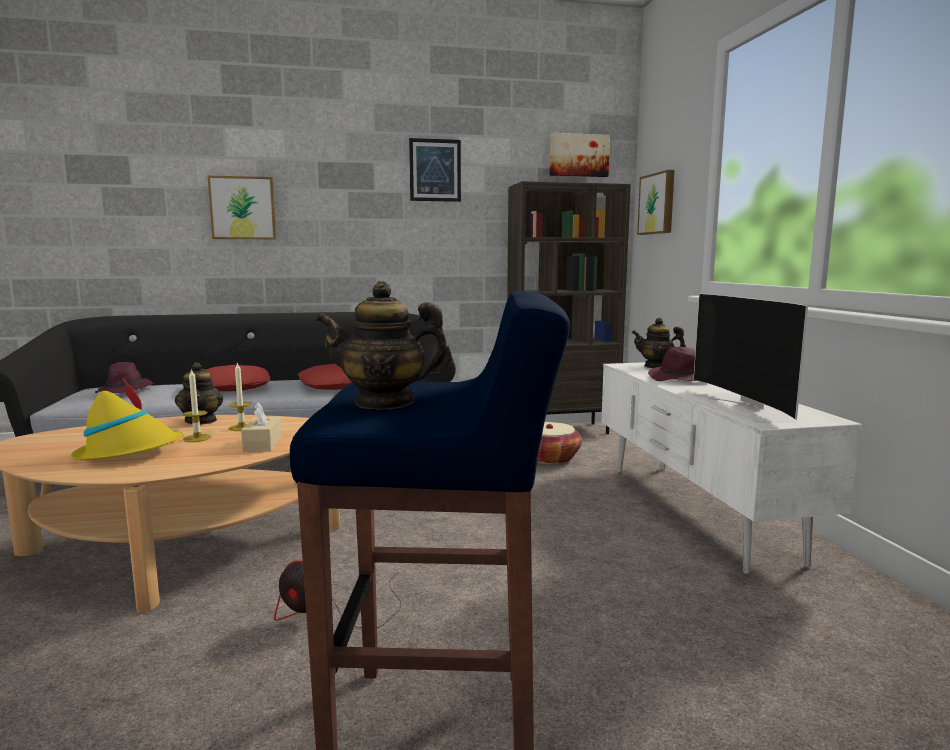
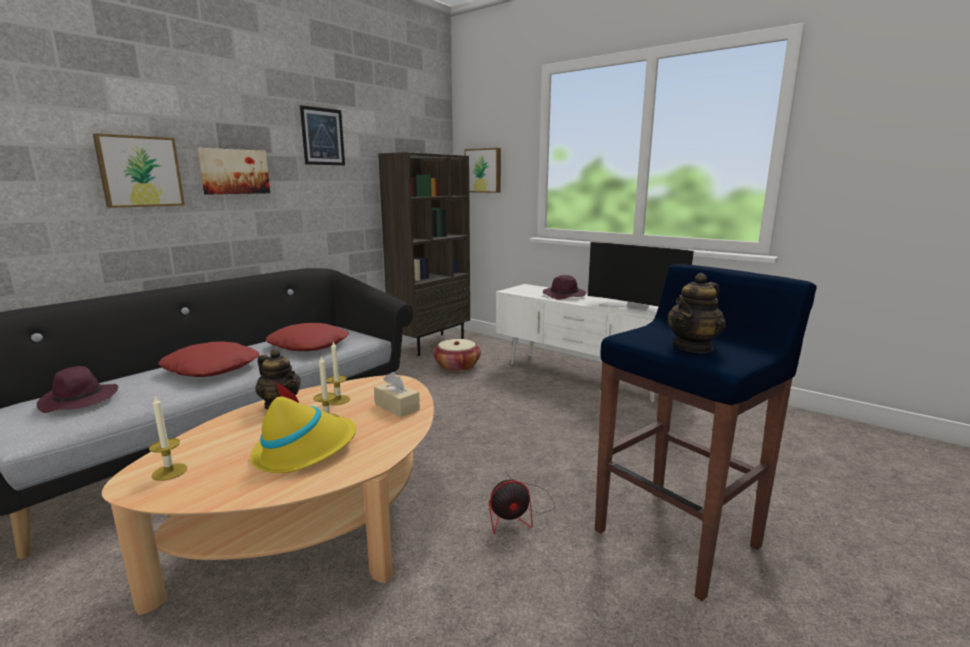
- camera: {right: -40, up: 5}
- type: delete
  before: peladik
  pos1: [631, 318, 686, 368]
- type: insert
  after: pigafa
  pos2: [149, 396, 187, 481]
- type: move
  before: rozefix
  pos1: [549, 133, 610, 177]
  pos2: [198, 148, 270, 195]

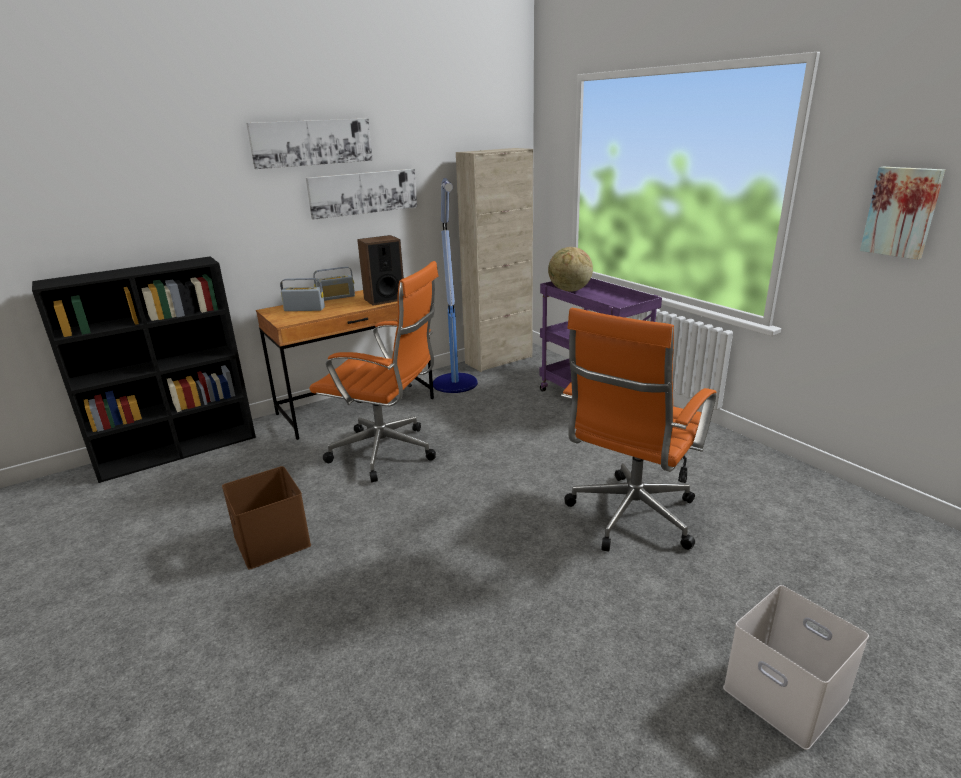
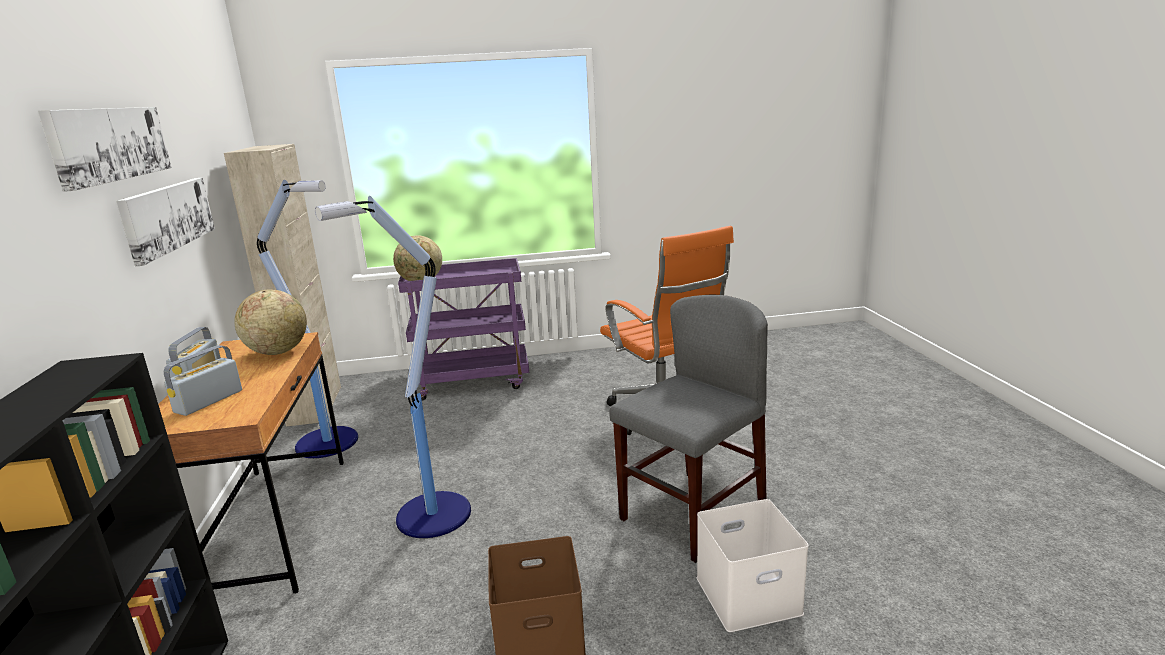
- camera: {right: -65, up: -5}
- type: delete
  before: rozefix
  pos1: [860, 167, 945, 260]
- type: insert
  after: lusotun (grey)
  pos2: [609, 295, 768, 563]
- type: move
  before: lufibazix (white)
  pos1: [723, 585, 869, 750]
  pos2: [697, 499, 809, 632]
- type: replace
  before: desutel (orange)
  after: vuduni
  pos1: [309, 261, 439, 482]
  pos2: [315, 196, 471, 538]
- type: replace
  before: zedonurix
  after: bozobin
  pos1: [357, 235, 404, 305]
  pos2: [235, 289, 307, 355]

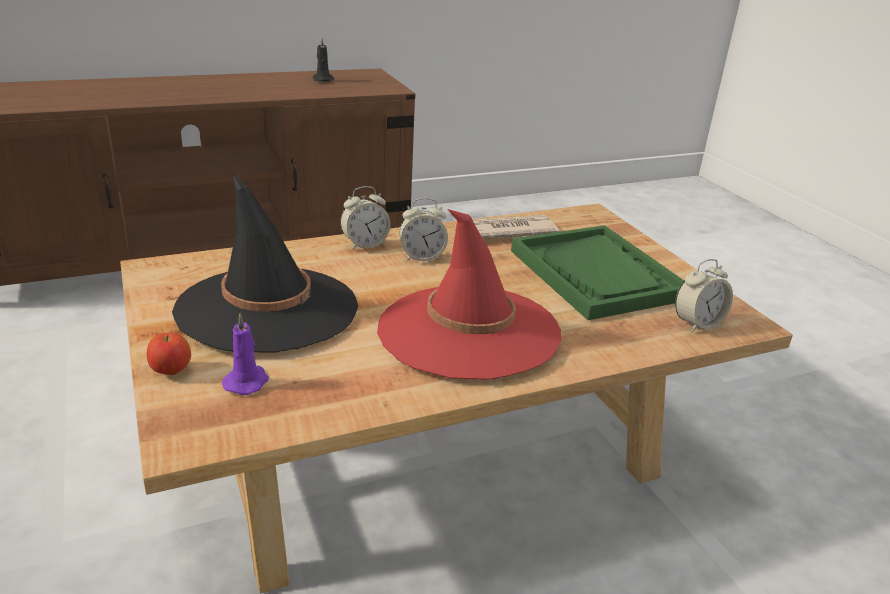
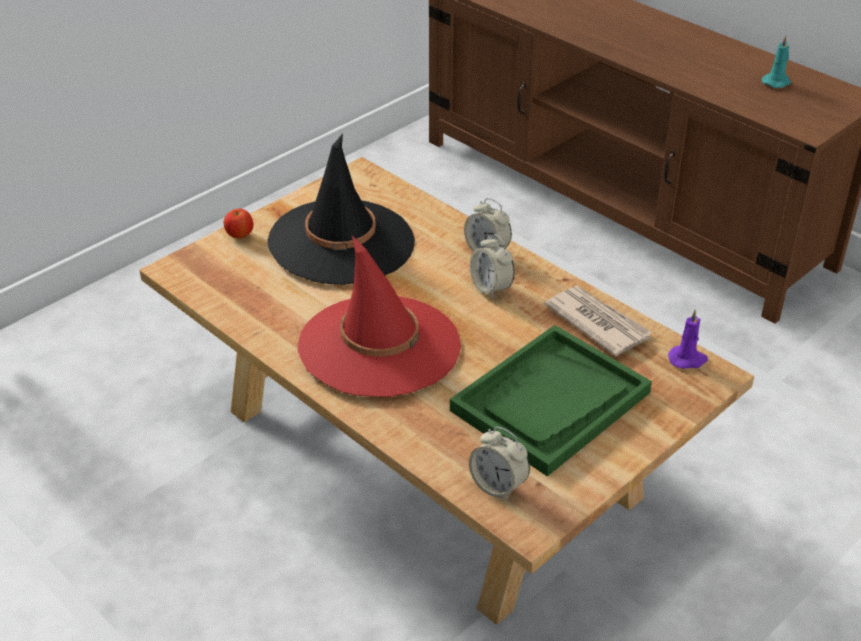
- camera: {right: 70, up: 10}
- type: move
  before: pigafa (purple)
  pos1: [222, 313, 269, 395]
  pos2: [668, 309, 708, 369]
- type: recolor
  before: pigafa (black)
  after: pigafa (turquoise)
  pos1: [313, 38, 334, 82]
  pos2: [762, 35, 791, 88]

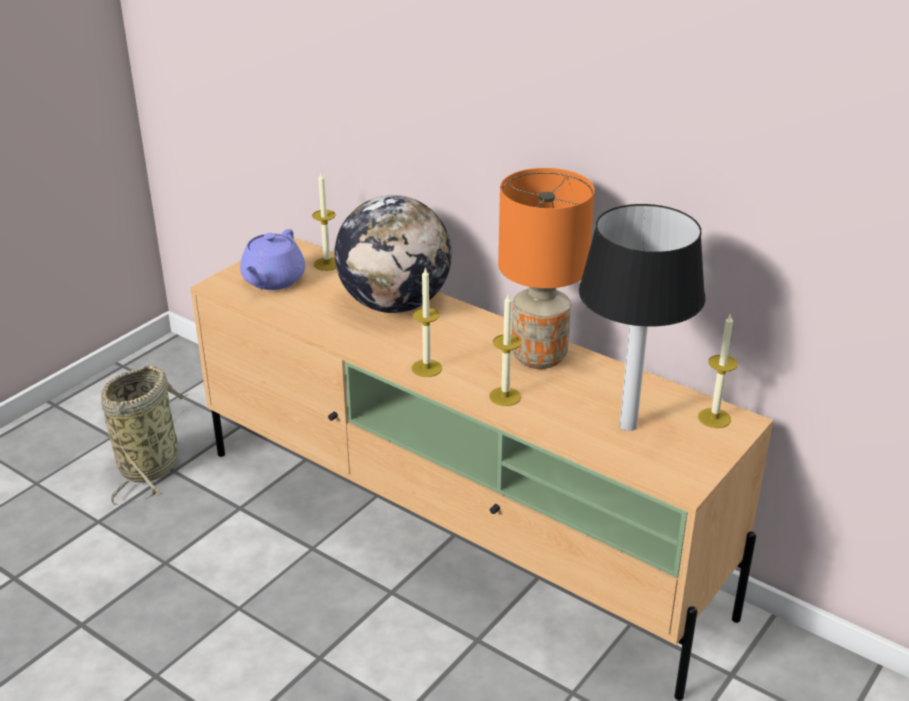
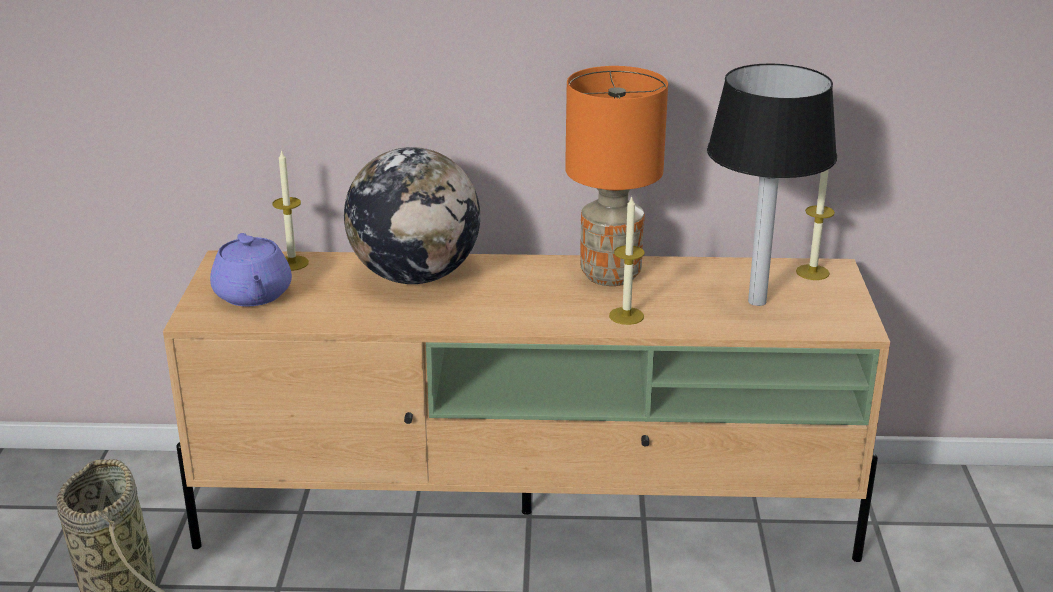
- camera: {right: -35, up: -5}
- type: delete
  before: pigafa
  pos1: [412, 268, 442, 377]

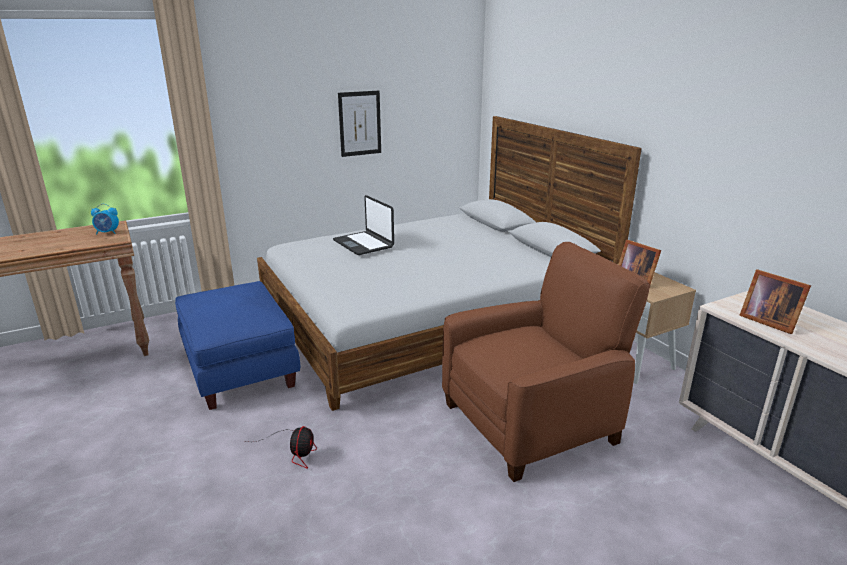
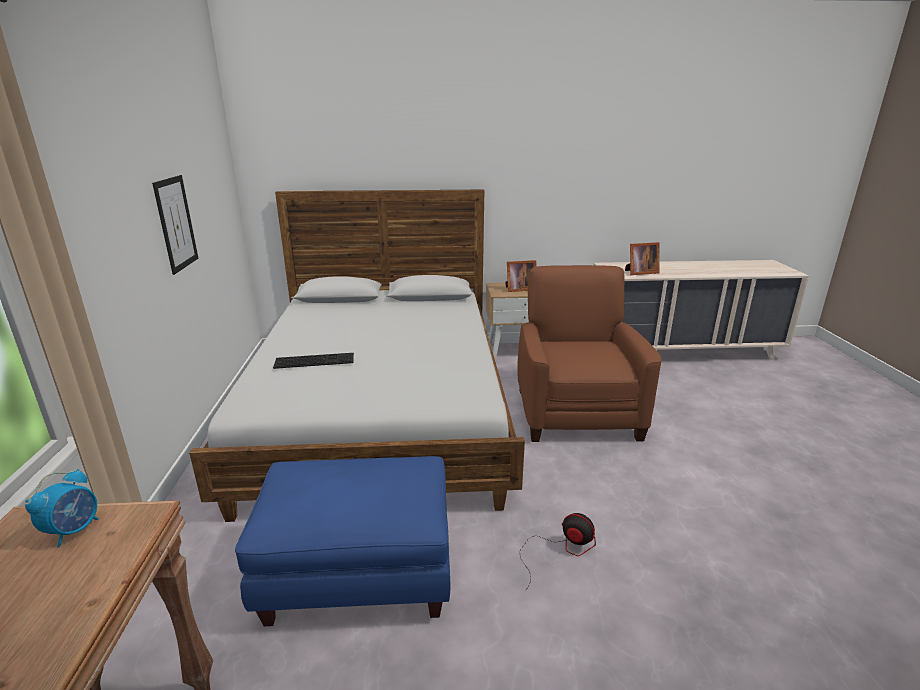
- camera: {right: -65, up: 0}
- type: replace
  before: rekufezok
  after: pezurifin
  pos1: [333, 195, 394, 255]
  pos2: [273, 353, 354, 369]

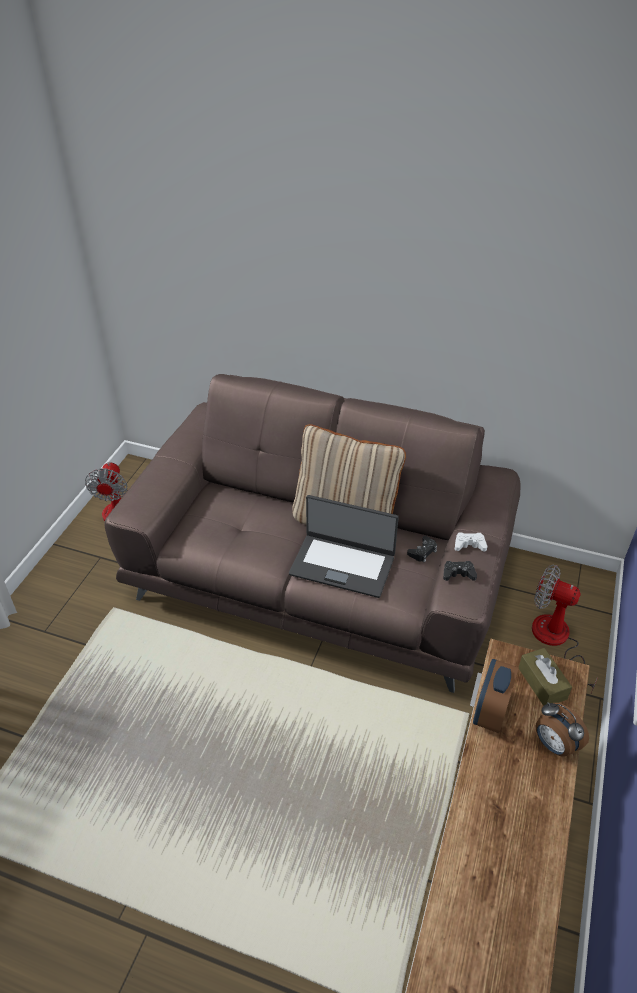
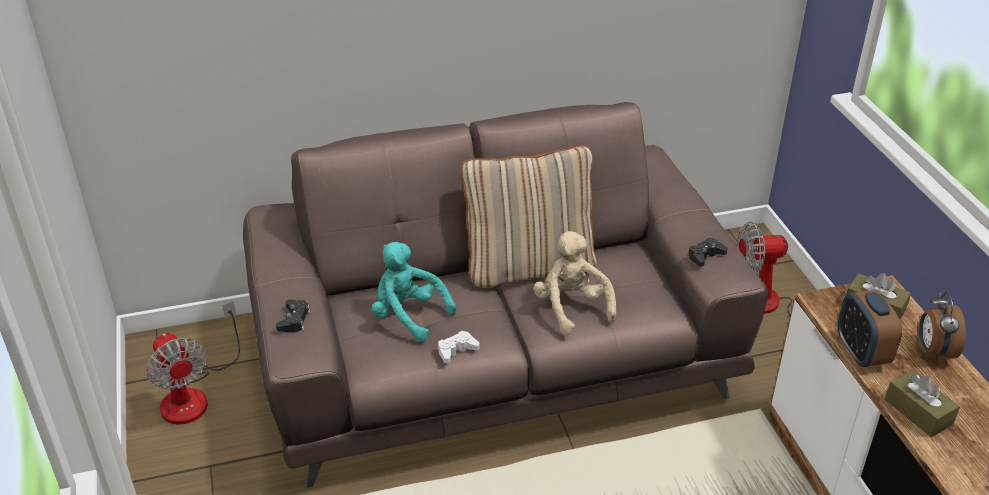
- camera: {right: -35, up: -5}
- type: insert
  after: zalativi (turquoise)
  pos2: [372, 242, 456, 342]
- type: insert
  after: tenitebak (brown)
  pos2: [885, 370, 960, 437]
- type: move
  before: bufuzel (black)
  pos1: [407, 536, 437, 562]
  pos2: [276, 300, 311, 333]
- type: move
  before: bufuzel (white)
  pos1: [455, 532, 487, 551]
  pos2: [438, 331, 479, 363]
- type: replace
  before: rekufezok
  after: zalativi (beige)
  pos1: [289, 495, 399, 598]
  pos2: [533, 231, 616, 335]
- type: rotate
  before: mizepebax
  pos1: [535, 702, 589, 757]
  pos2: [919, 292, 966, 361]
  turn: 75

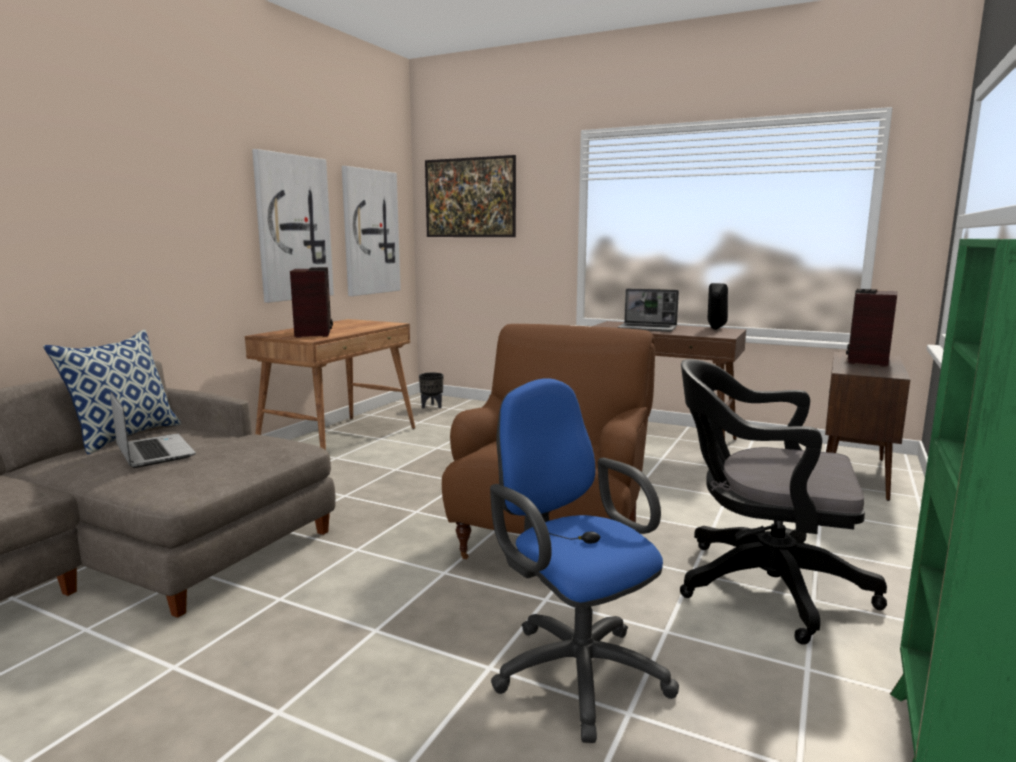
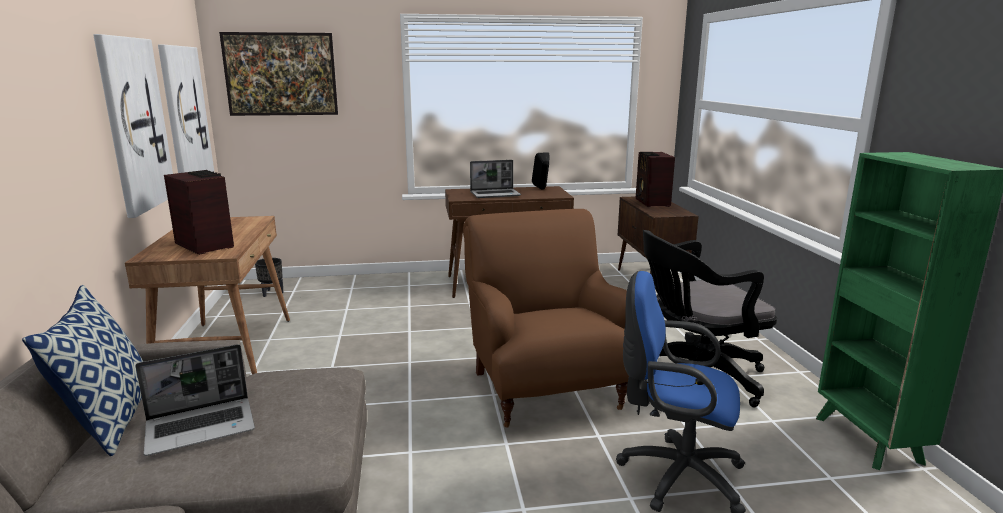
- camera: {right: -35, up: 5}
- type: rotate
  before: rekufezok
  pos1: [110, 392, 196, 468]
  pos2: [136, 344, 255, 456]
  turn: 135

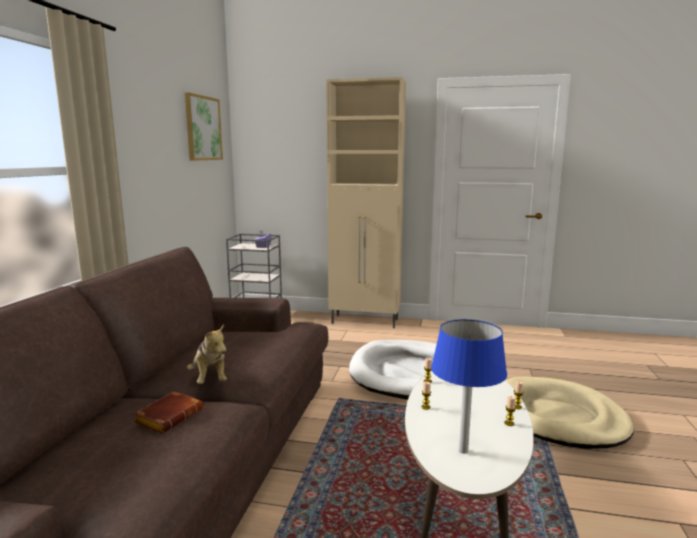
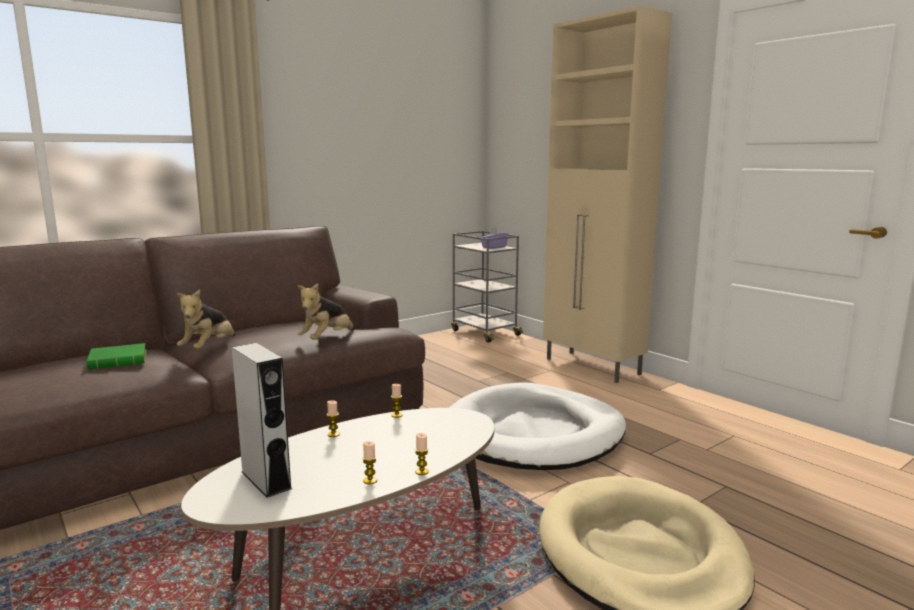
- camera: {right: 40, up: 0}
- type: delete
  before: rozefix
  pos1: [185, 92, 223, 161]
- type: insert
  after: zalativi
  pos2: [297, 283, 355, 340]
- type: replace
  before: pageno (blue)
  after: zedonurix (grey)
  pos1: [431, 319, 507, 454]
  pos2: [232, 343, 292, 498]
- type: recolor
  before: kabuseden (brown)
  after: kabuseden (green)
  pos1: [134, 391, 203, 434]
  pos2: [87, 343, 146, 369]

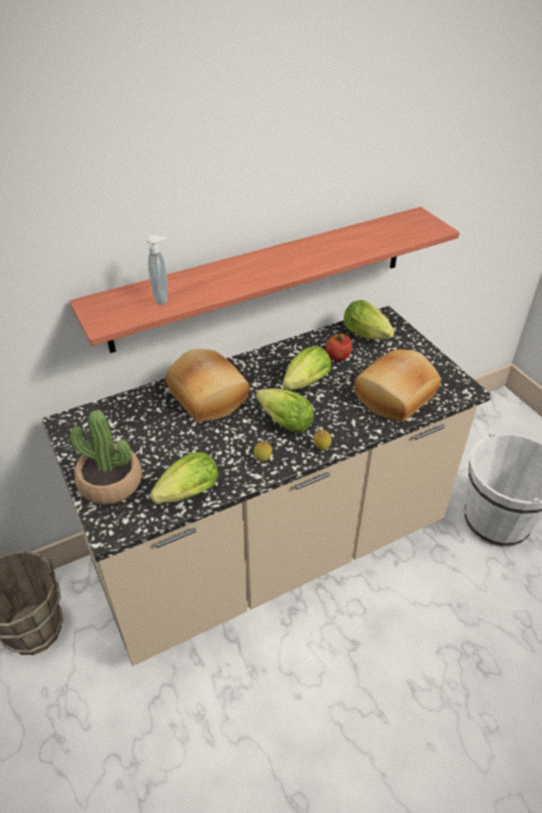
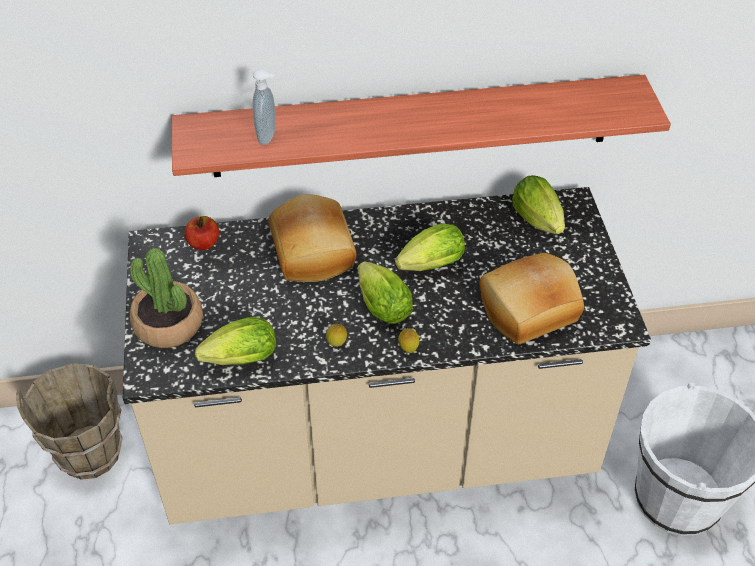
- camera: {right: 20, up: 5}
- type: move
  before: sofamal
  pos1: [326, 334, 352, 361]
  pos2: [184, 216, 219, 250]

